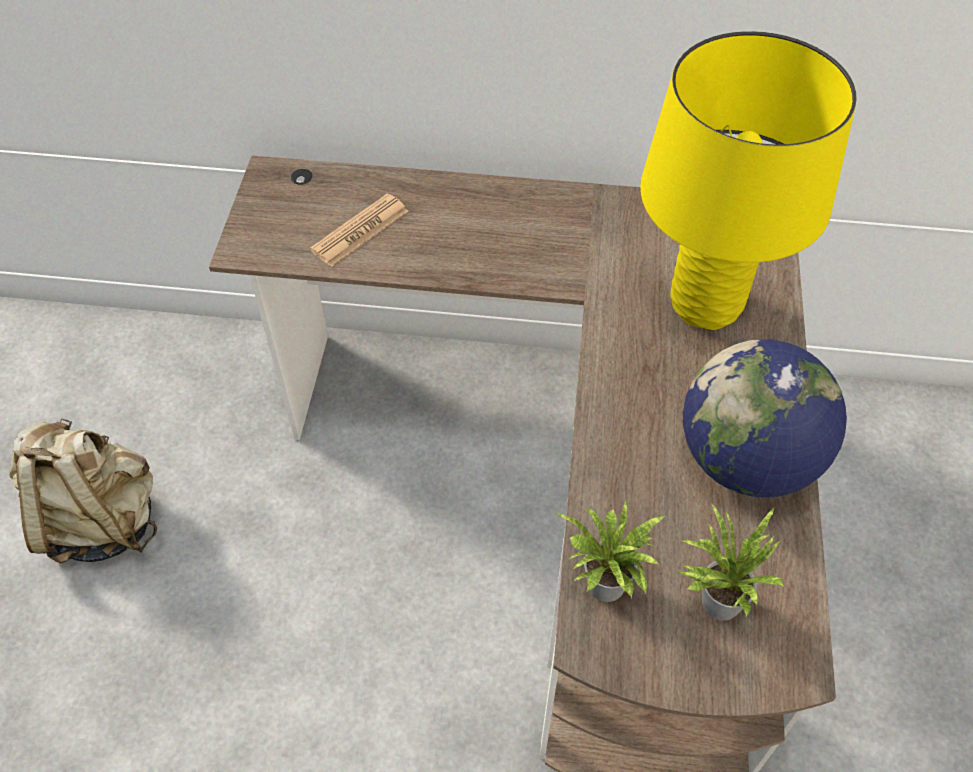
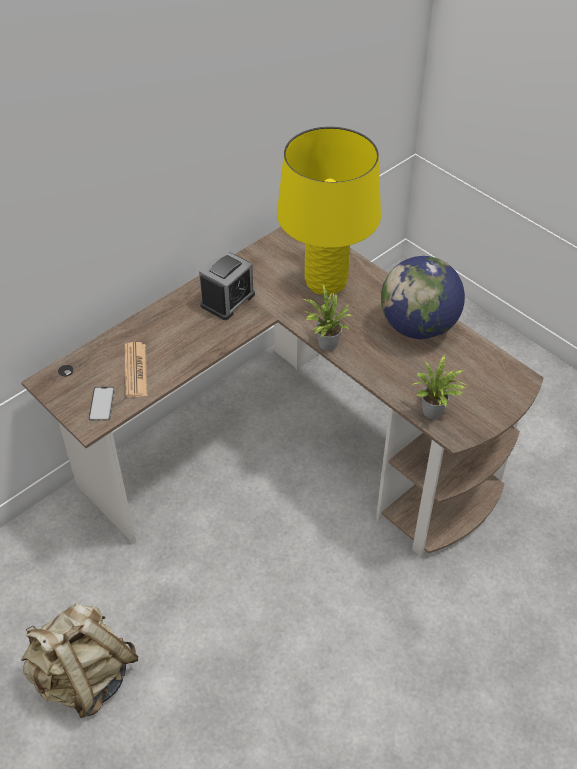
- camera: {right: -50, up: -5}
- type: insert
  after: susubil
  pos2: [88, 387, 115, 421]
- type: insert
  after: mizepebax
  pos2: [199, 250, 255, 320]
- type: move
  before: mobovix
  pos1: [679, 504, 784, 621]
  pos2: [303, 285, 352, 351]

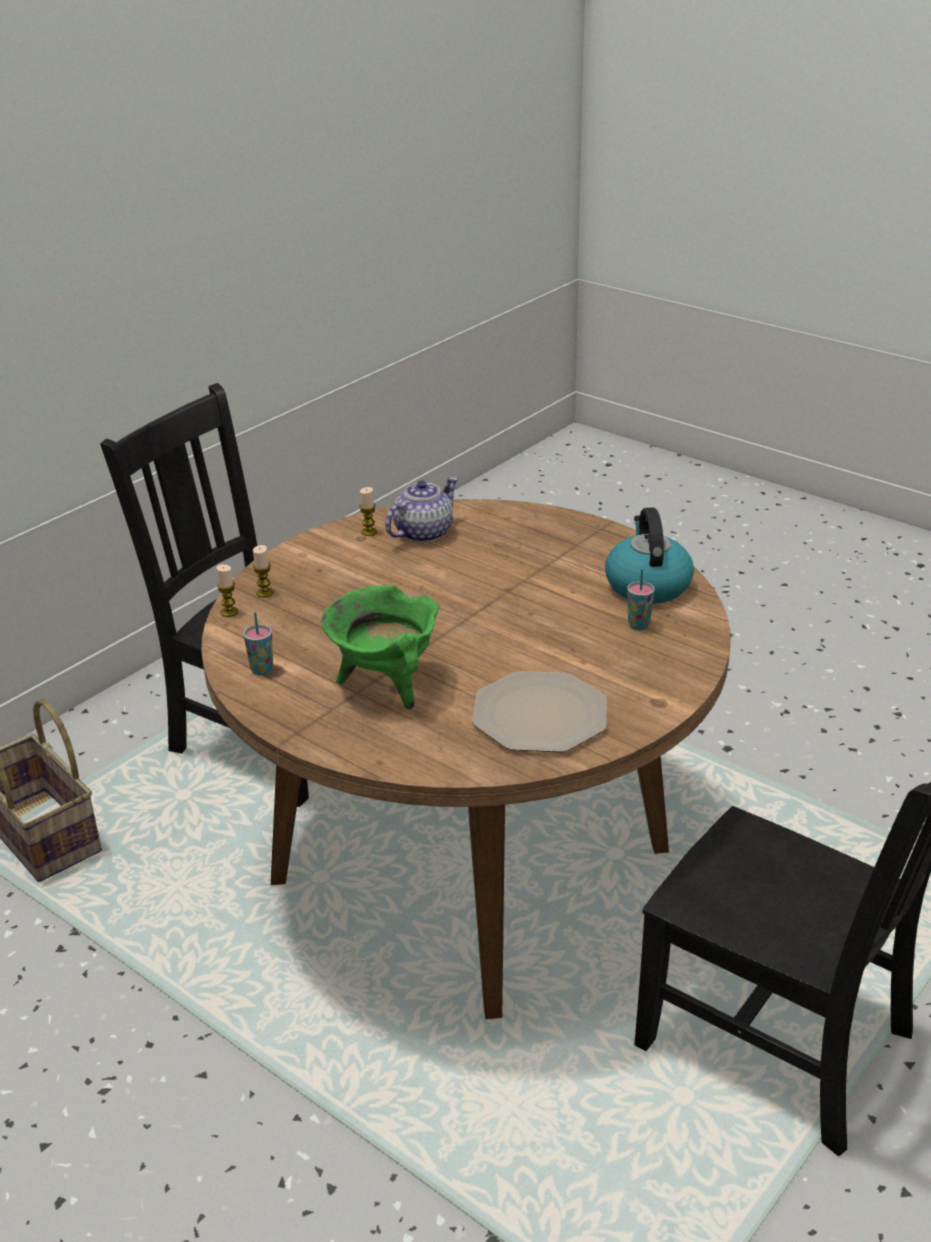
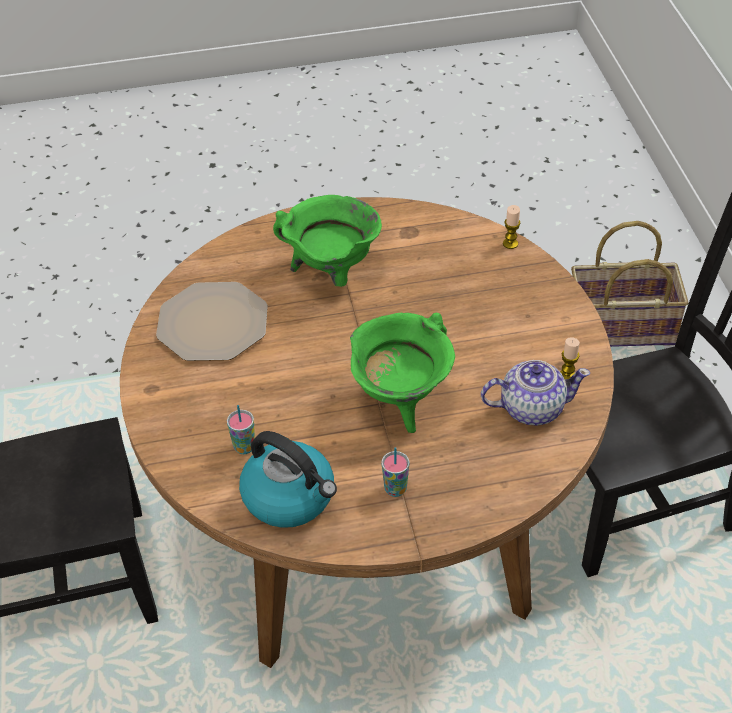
- camera: {right: 130, up: 15}
- type: delete
  before: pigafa
  pos1: [253, 545, 273, 598]
- type: insert
  after: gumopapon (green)
  pos2: [350, 312, 455, 433]
- type: move
  before: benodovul
  pos1: [243, 612, 273, 675]
  pos2: [381, 447, 410, 497]
- type: rotate
  before: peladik
  pos1: [385, 477, 458, 543]
  pos2: [481, 360, 590, 426]
  turn: -90

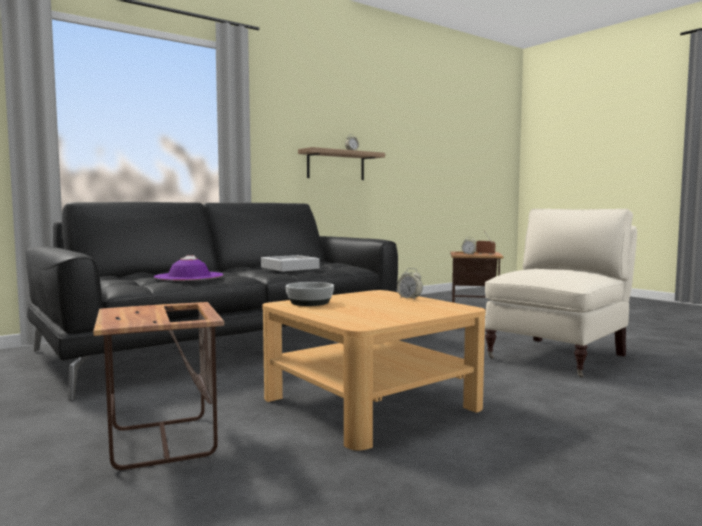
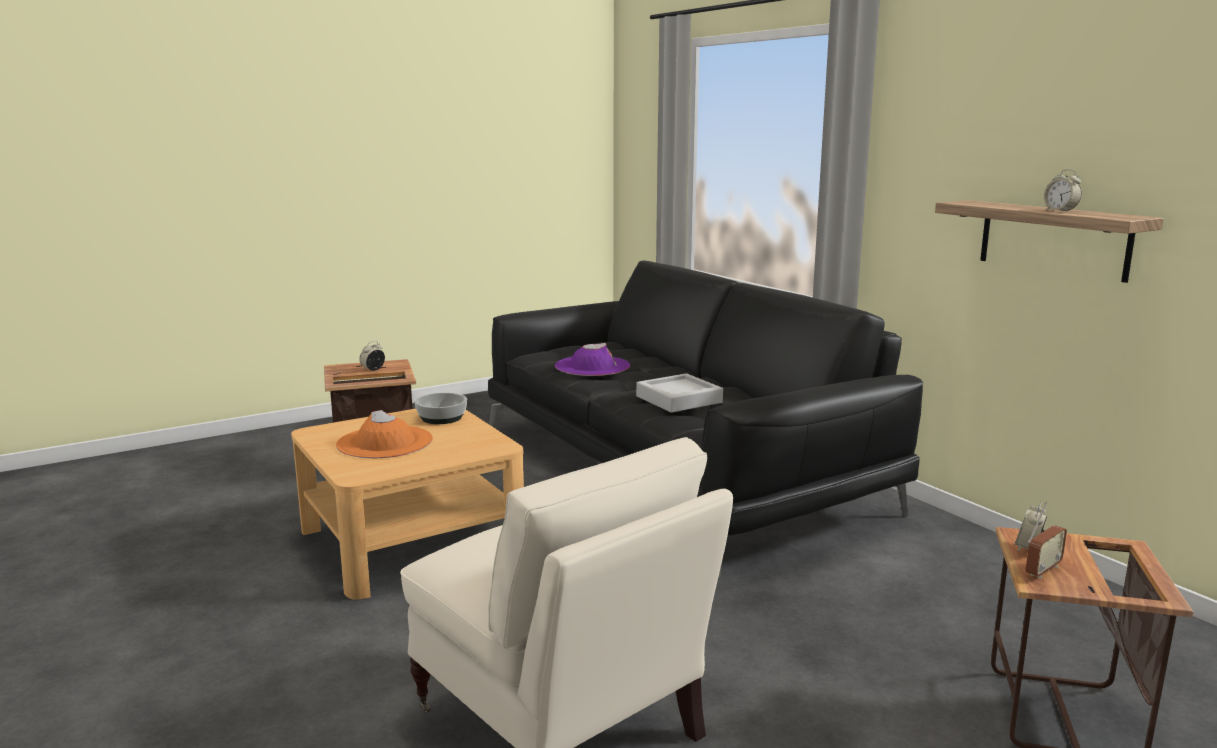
- camera: {right: 95, up: 10}
- type: insert
  after: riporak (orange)
  pos2: [336, 410, 433, 458]
- type: move
  before: mizepebax
  pos1: [397, 268, 423, 300]
  pos2: [359, 341, 385, 371]

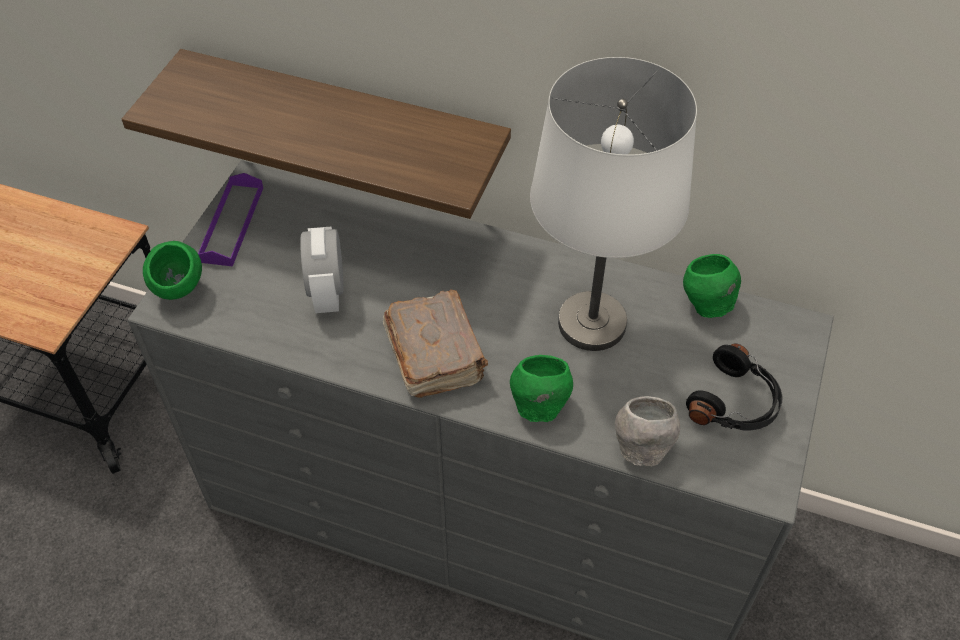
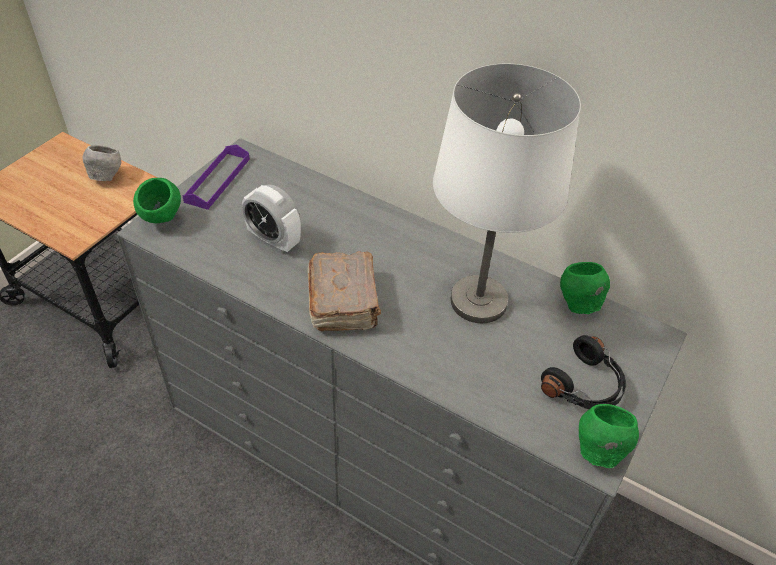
- camera: {right: 10, up: -5}
- type: delete
  before: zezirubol
  pos1: [122, 49, 511, 219]
- type: move
  before: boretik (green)
  pos1: [510, 355, 573, 422]
  pos2: [579, 404, 639, 468]
- type: move
  before: boretik (grey)
  pos1: [615, 396, 680, 466]
  pos2: [83, 145, 121, 181]
- type: rotate
  before: mizepebax
  pos1: [300, 227, 344, 313]
  pos2: [242, 185, 301, 253]
  turn: -60

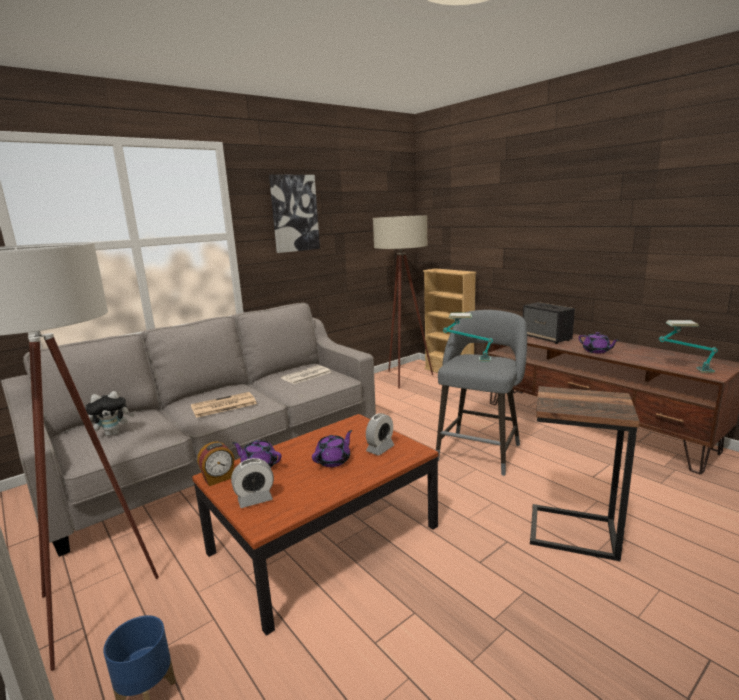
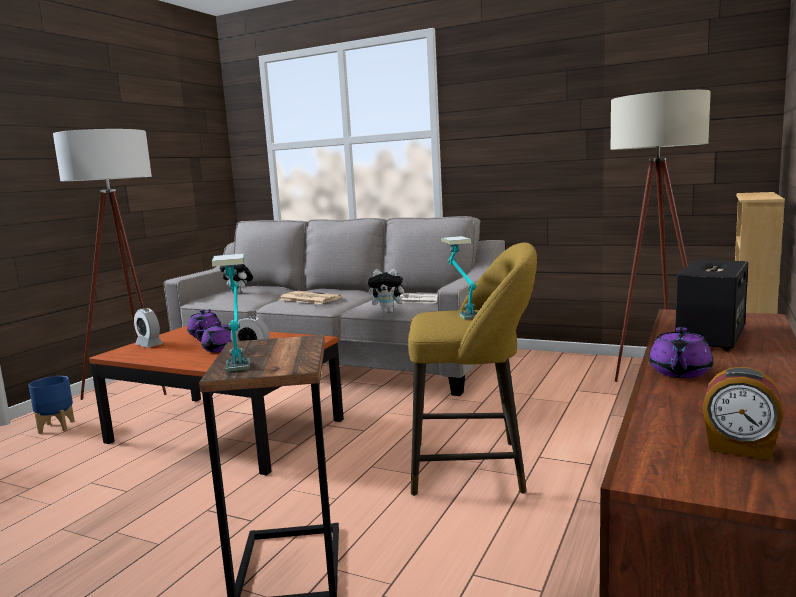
- camera: {right: 65, up: -5}
- type: delete
  before: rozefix
  pos1: [269, 174, 320, 253]
- type: insert
  after: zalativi
  pos2: [368, 269, 409, 313]
- type: move
  before: mizepebax
  pos1: [197, 441, 234, 486]
  pos2: [702, 367, 783, 460]
- type: move
  before: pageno
  pos1: [659, 320, 718, 373]
  pos2: [212, 253, 250, 372]
- type: recolor
  before: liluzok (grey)
  after: liluzok (yellow)
  pos1: [436, 310, 527, 476]
  pos2: [408, 243, 537, 496]

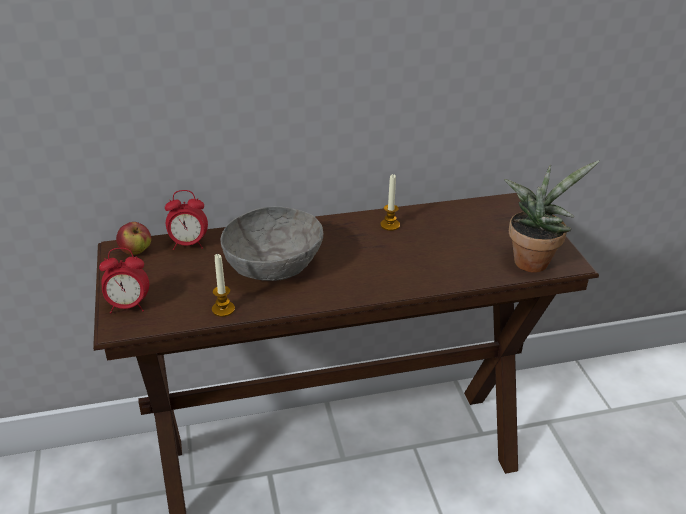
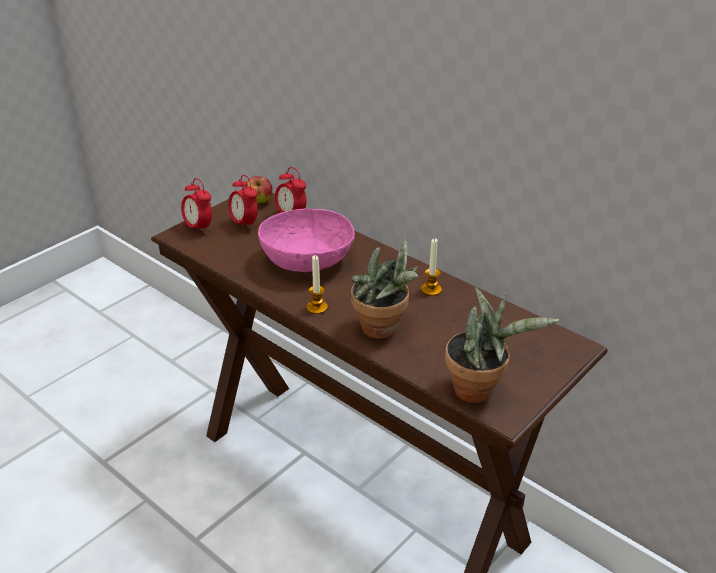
- camera: {right: 55, up: 0}
- type: insert
  after: mizepebax
  pos2: [228, 175, 258, 232]
- type: insert
  after: mobovix
  pos2: [351, 238, 418, 339]
- type: move
  before: pigafa
  pos1: [212, 254, 235, 317]
  pos2: [307, 255, 328, 314]
- type: recolor
  before: boretik (grey)
  after: boretik (pink)
  pos1: [221, 206, 323, 281]
  pos2: [258, 209, 355, 272]

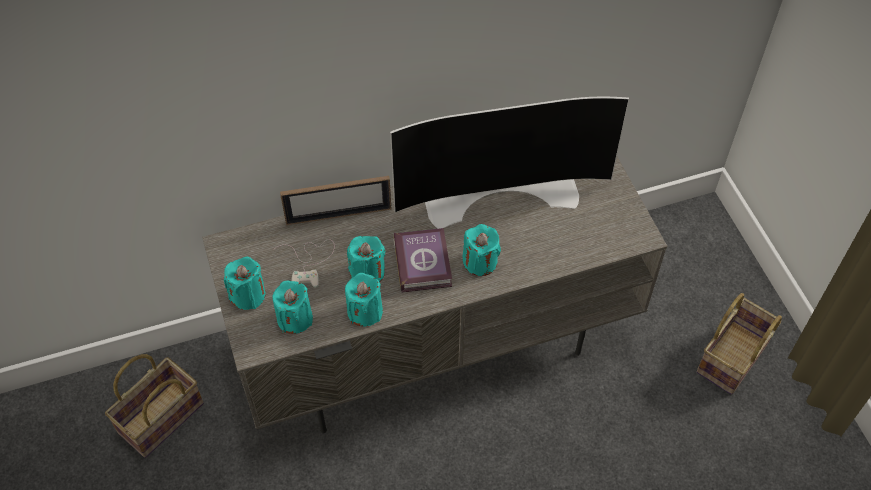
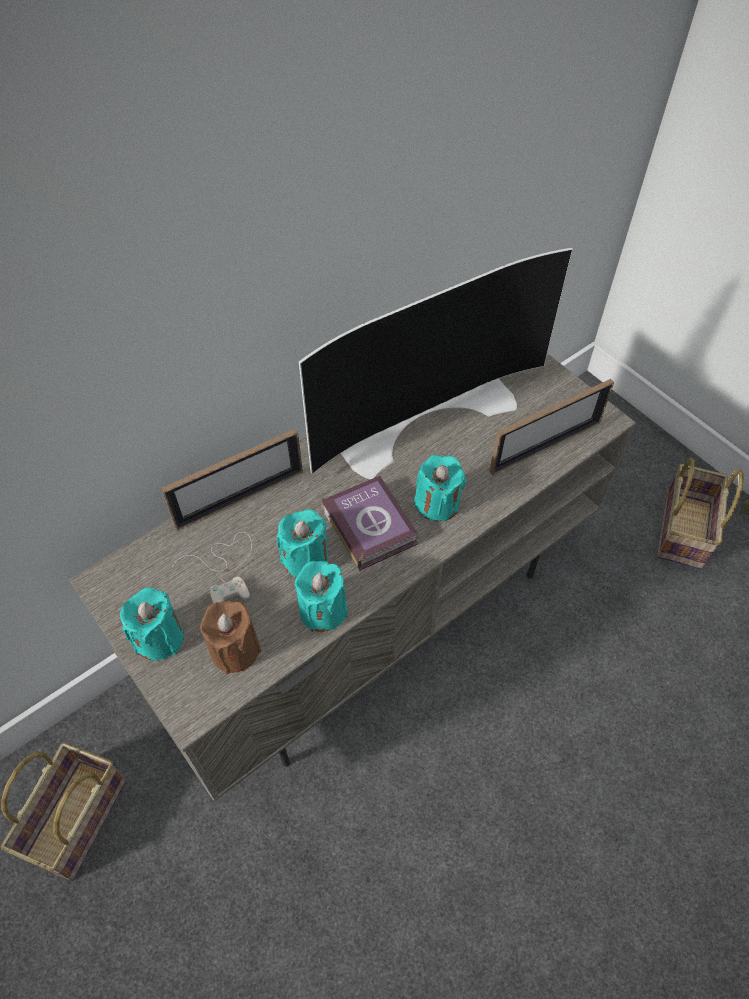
- camera: {right: -20, up: 0}
- type: insert
  after: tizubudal
  pos2: [489, 379, 614, 475]
- type: recolor
  before: pigafa (turquoise)
  after: pigafa (brown)
  pos1: [272, 281, 313, 334]
  pos2: [200, 600, 261, 674]

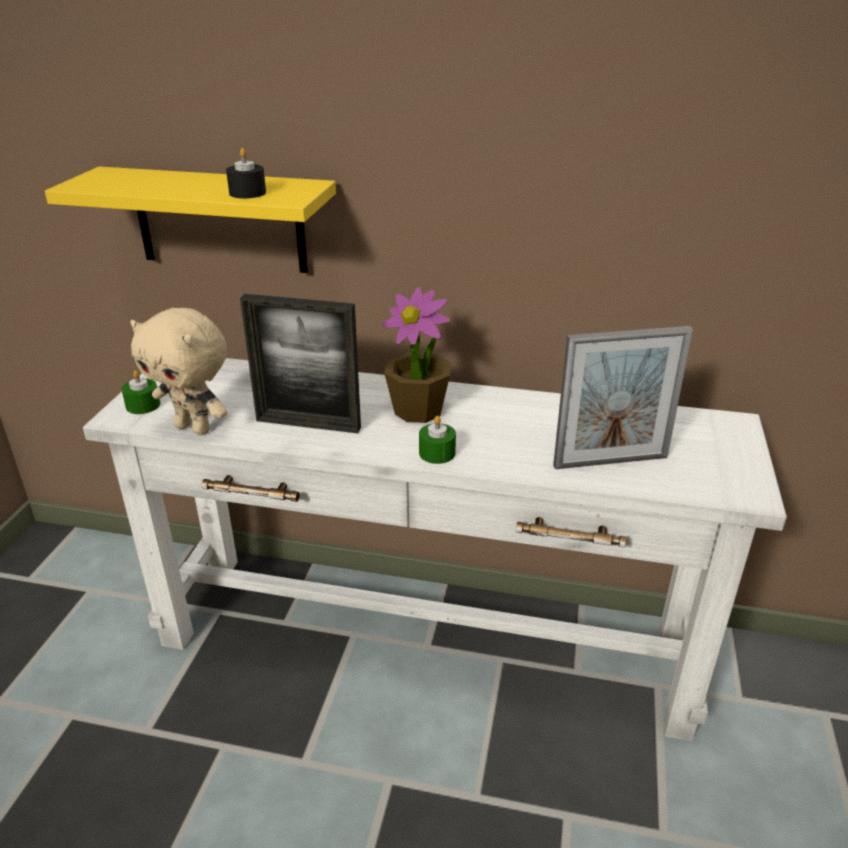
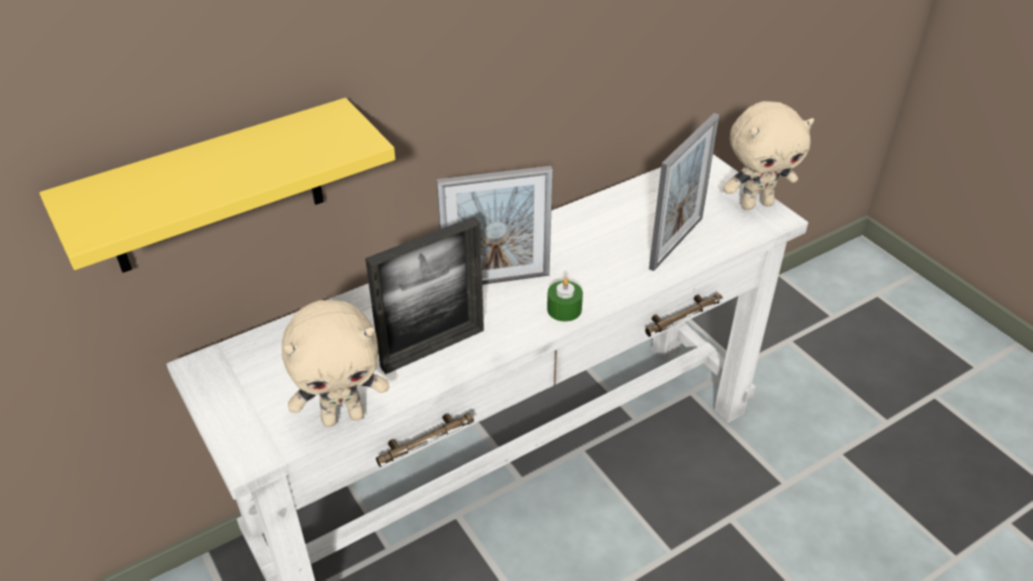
- camera: {right: -45, up: 10}
- type: delete
  before: pigafa (green)
  pos1: [121, 370, 160, 414]
- type: delete
  before: pigafa (black)
  pos1: [226, 148, 266, 198]
- type: insert
  after: zalativi (beige)
  pos2: [723, 101, 814, 210]
- type: replace
  before: mobovix
  after: tizubudal
  pos1: [382, 287, 451, 423]
  pos2: [436, 166, 553, 285]

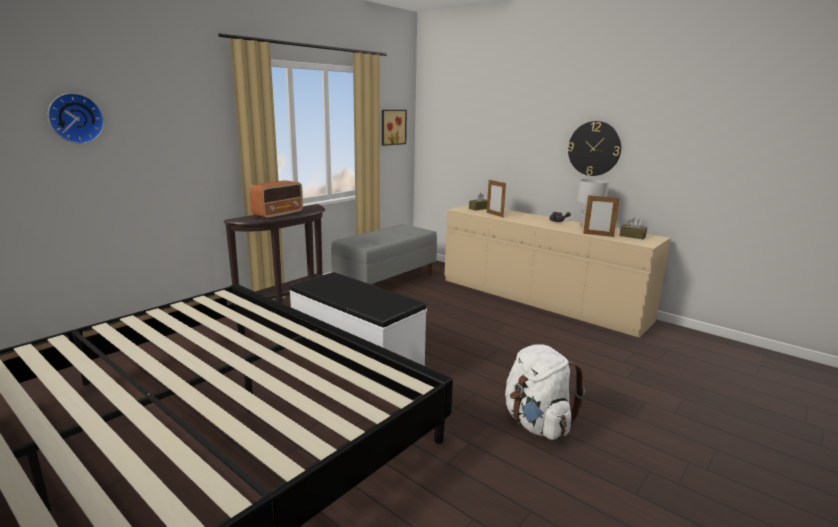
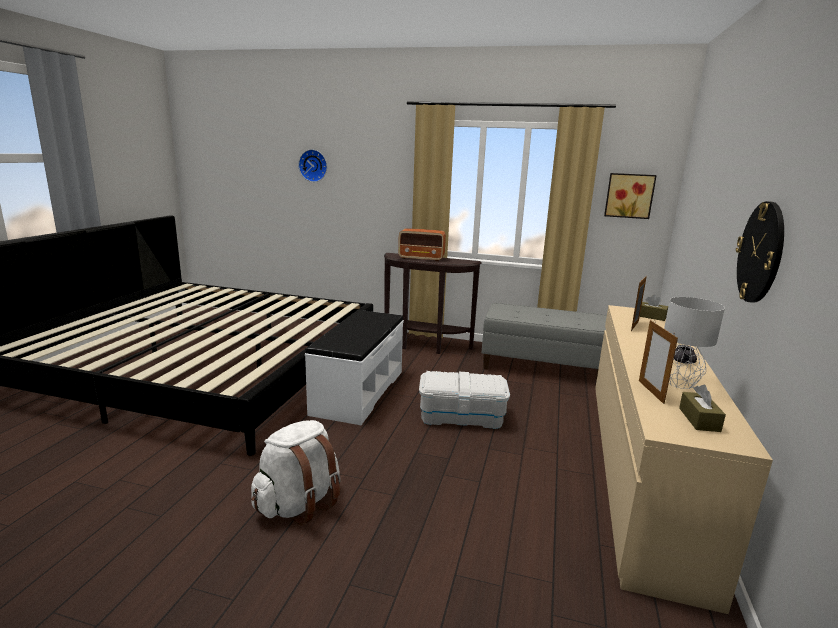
- camera: {right: 65, up: 0}
- type: insert
  after: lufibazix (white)
  pos2: [419, 371, 510, 429]

